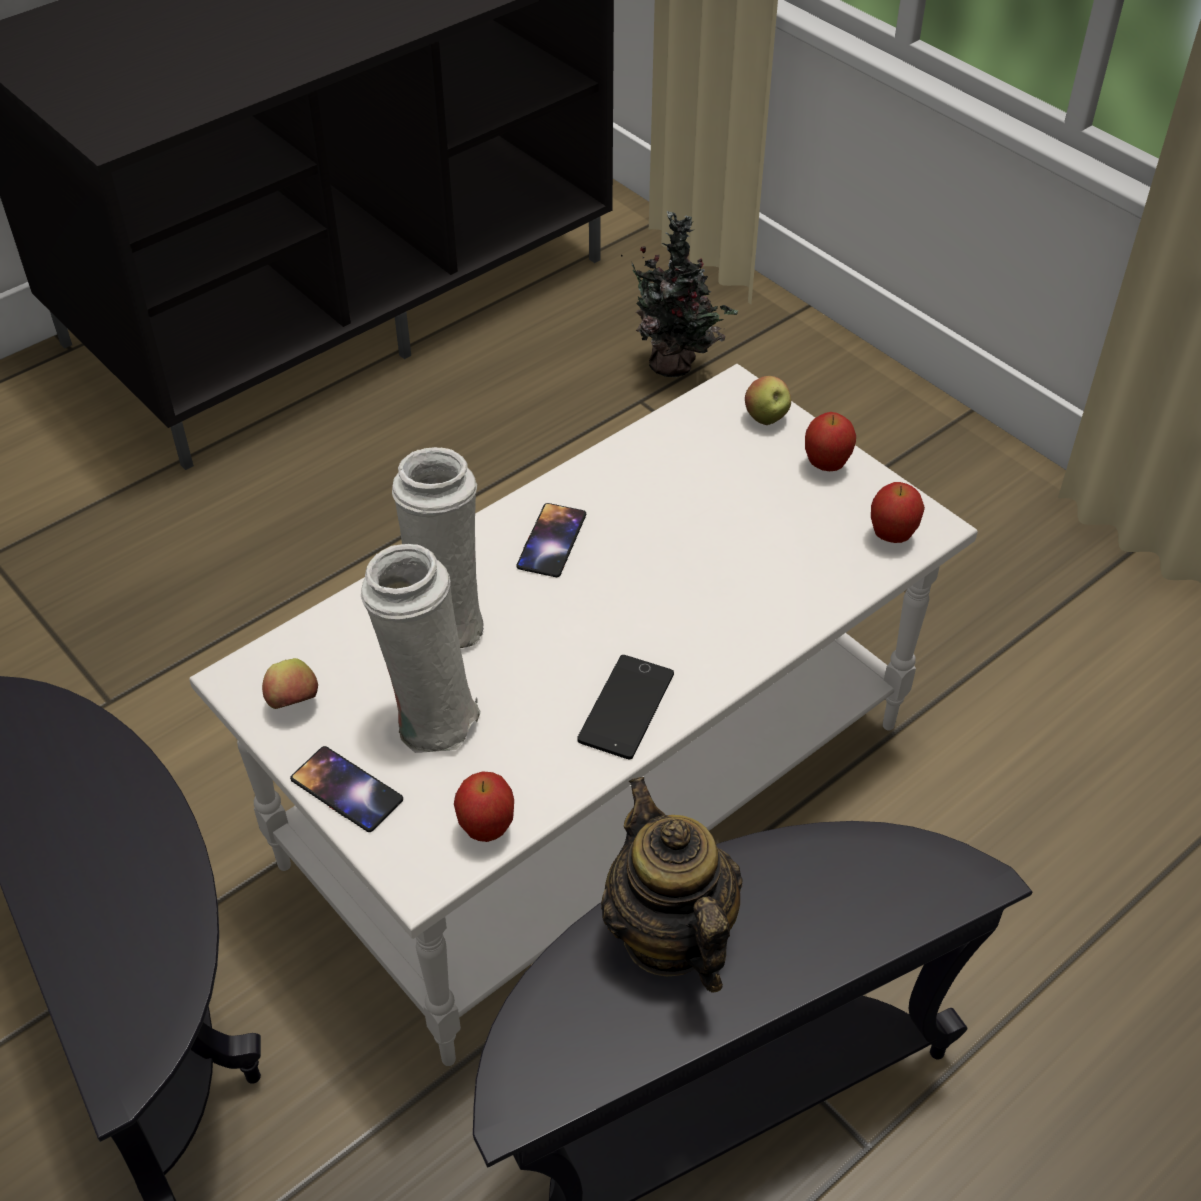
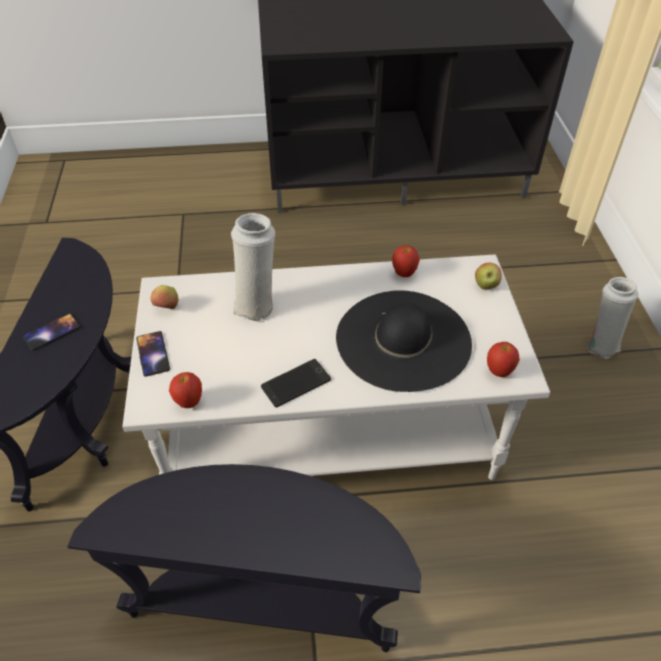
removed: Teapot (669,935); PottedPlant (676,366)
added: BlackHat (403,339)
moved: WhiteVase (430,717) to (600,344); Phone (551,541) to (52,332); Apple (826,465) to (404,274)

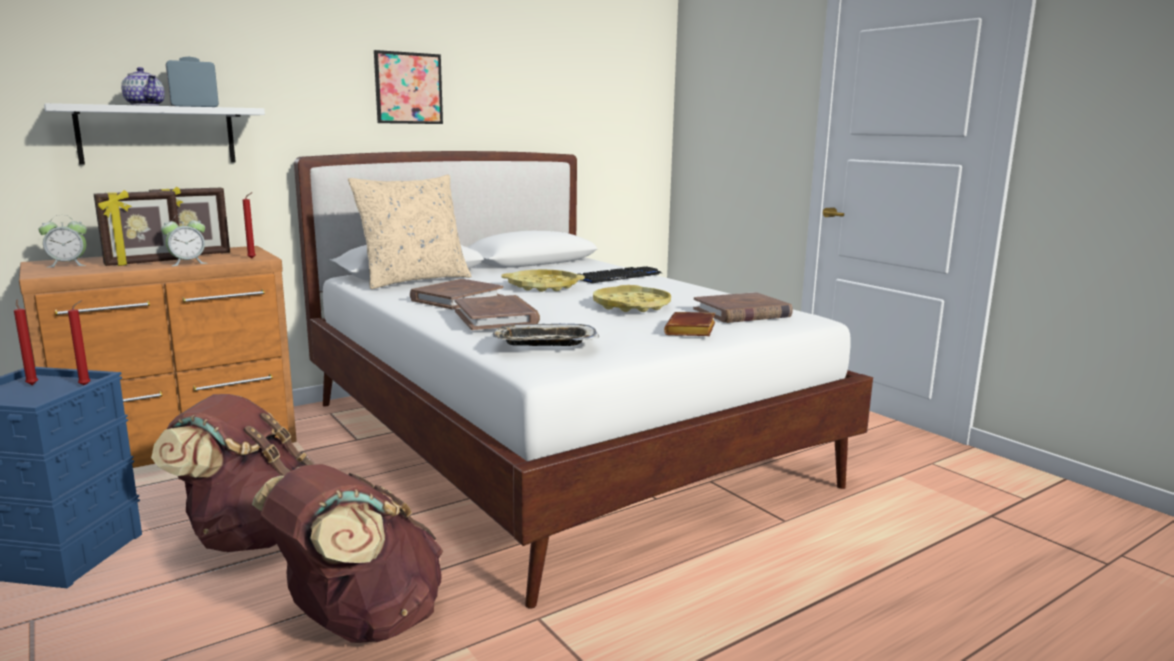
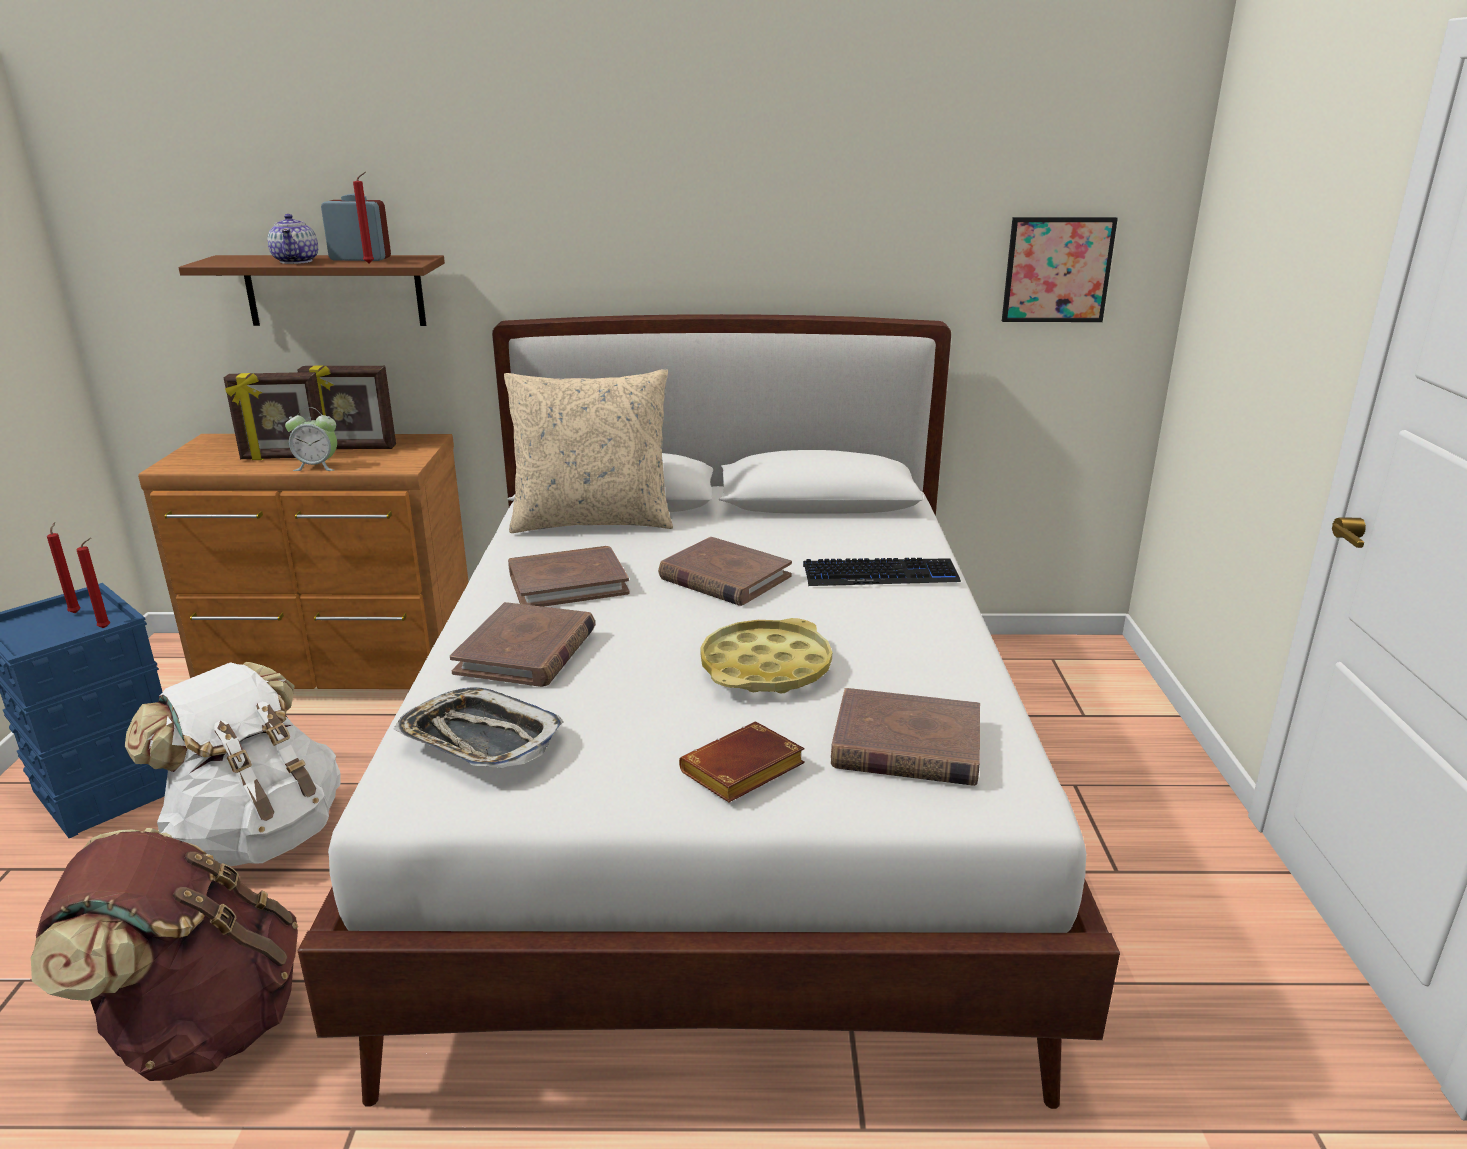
removed: AlarmClock (68,265)
moved: RedCandle (253,258) to (371,263); Picture (408,88) to (1057,270)
replaced: YellowTray (543,286) to BrownBook (724,577)
recoloured: WhiteShelf (157,135) to BrownShelf (335,290); BrownBackpack (251,536) to WhiteBackpack (258,835)

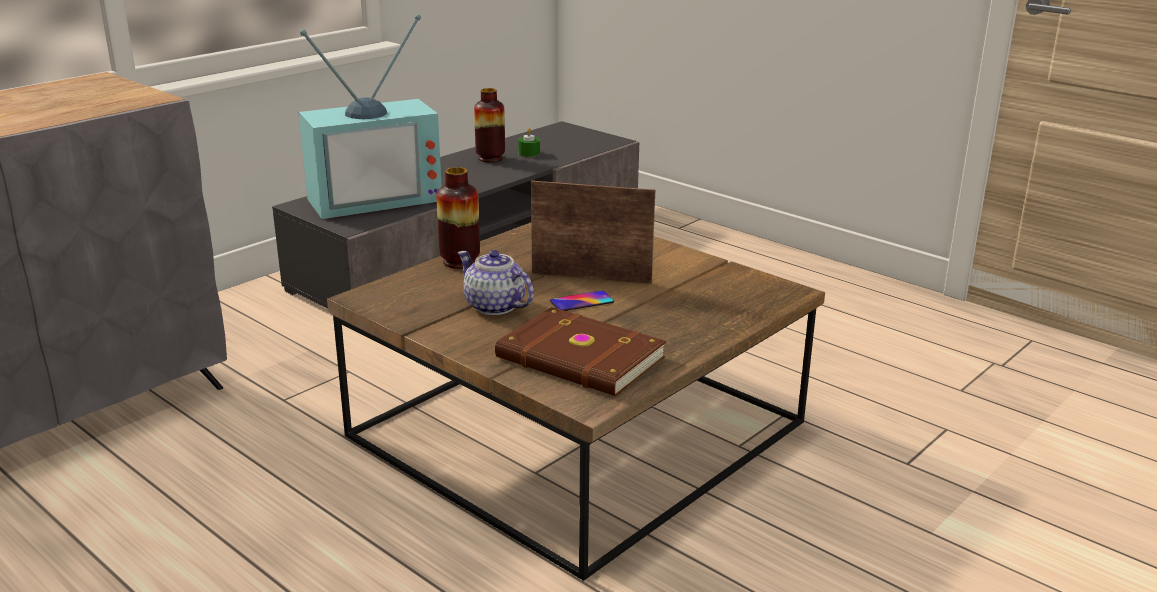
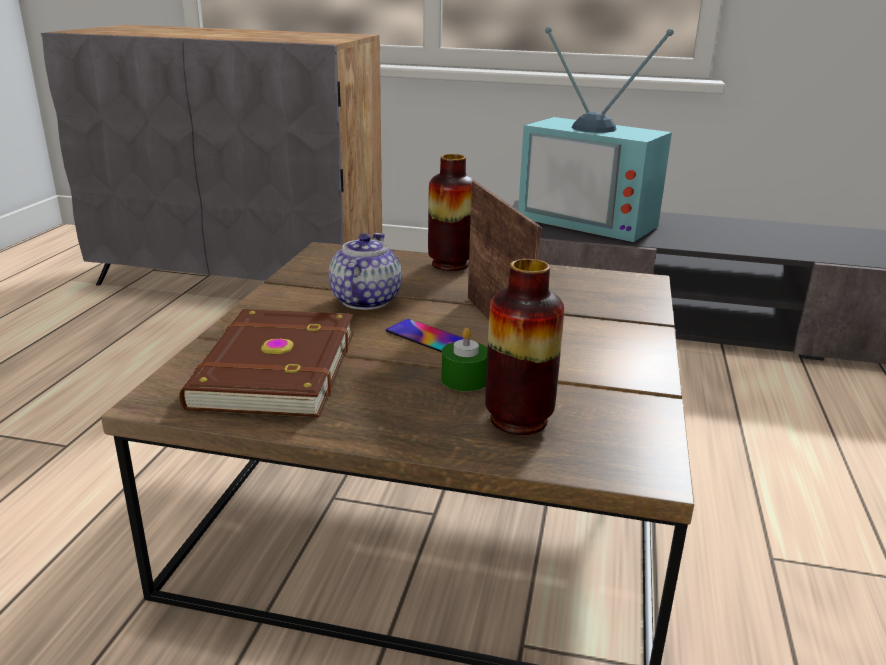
moved: Vase (490,158) to (518,420); GreenCandle (529,153) to (464,379)

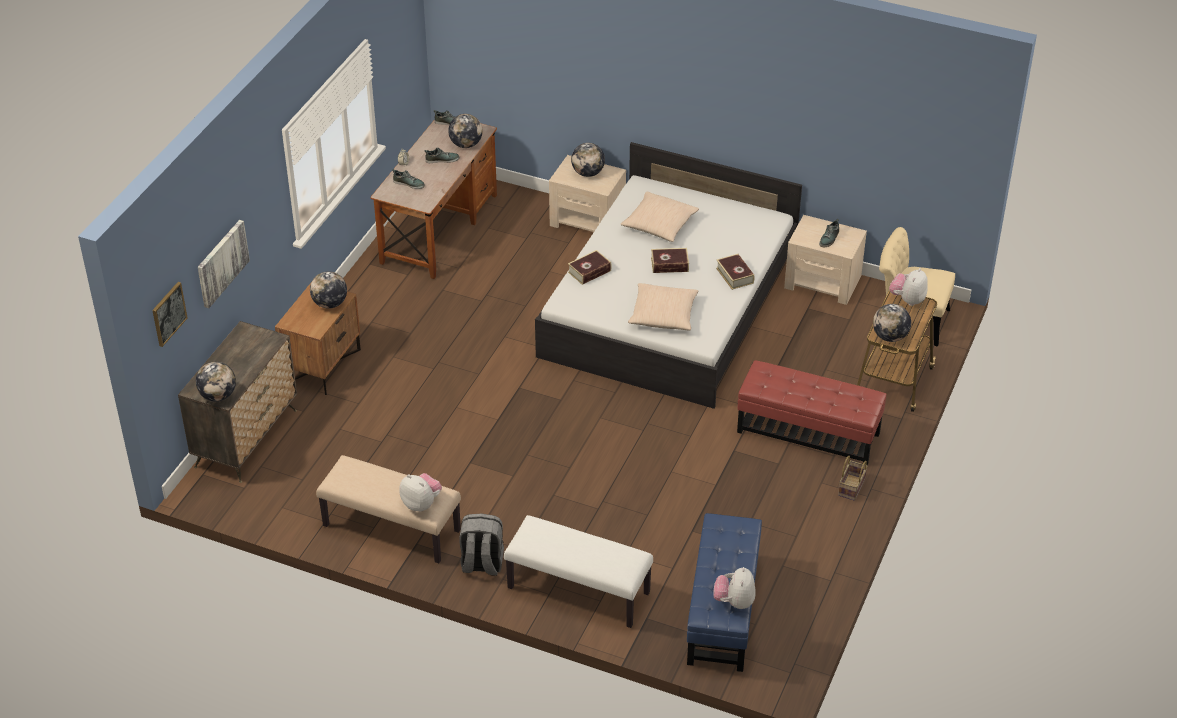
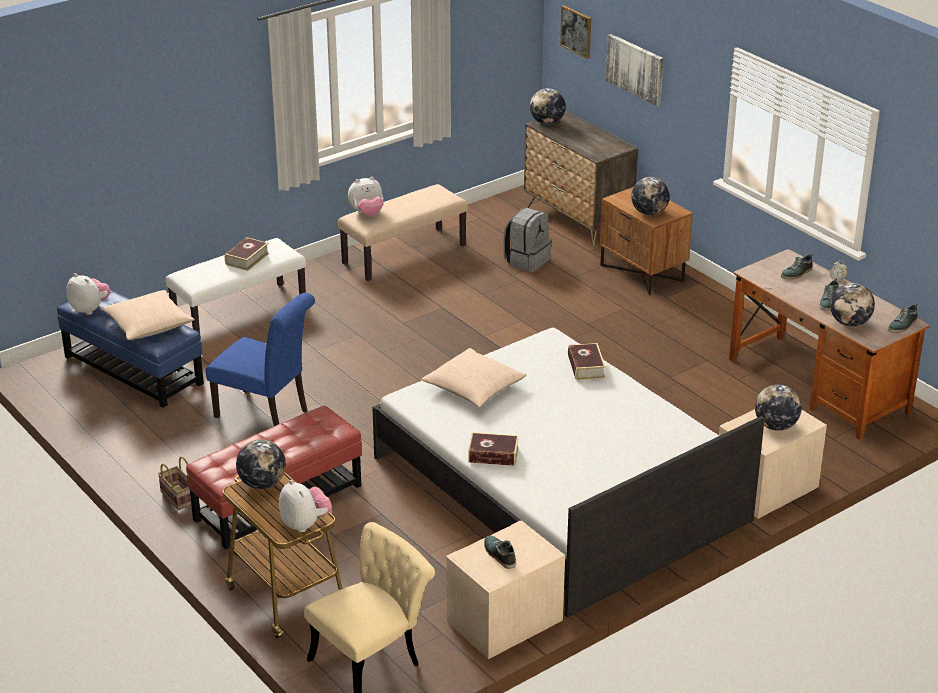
added: BlueChair (266,415)
moved: GreyBackpack (481,564) to (527,261); BeigePillow (659,224) to (148,325); Book (669,265) to (247,259)

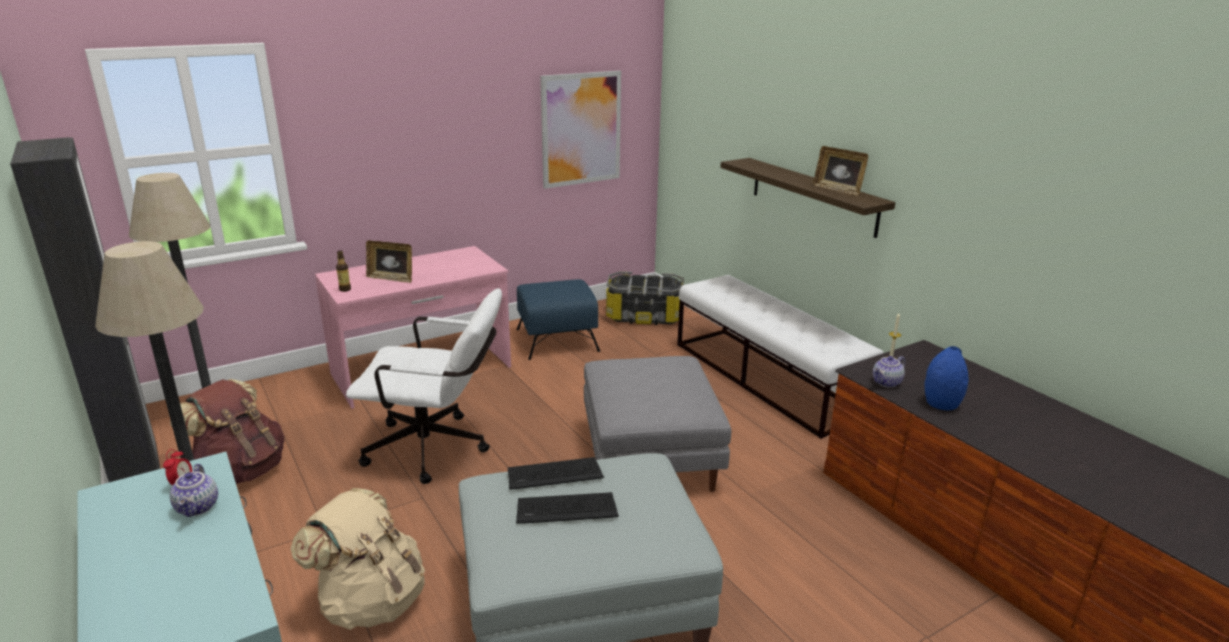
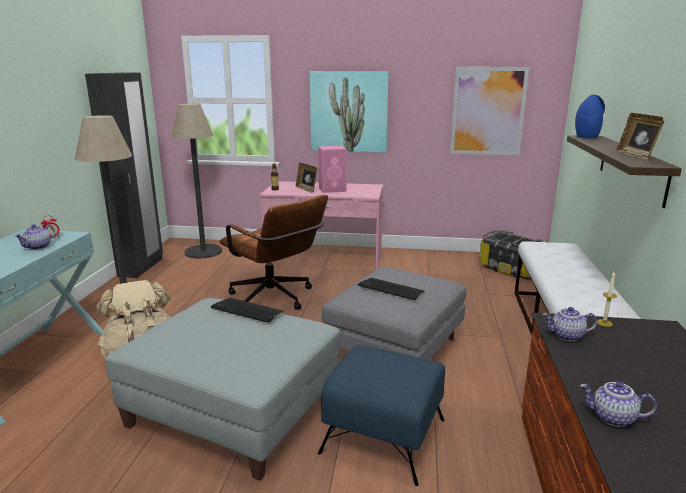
removed: BrownBackpack (241,470)
added: Picture (349,112); PinkSpeaker (333,189); Teapot (612,418)
moved: Keyboard (566,509) to (391,289); BlueOttoman (558,340) to (384,436); BlueVase (940,403) to (586,137)
recoloured: WhiteOfficeChair (437,449) to BrownOfficeChair (276,299)

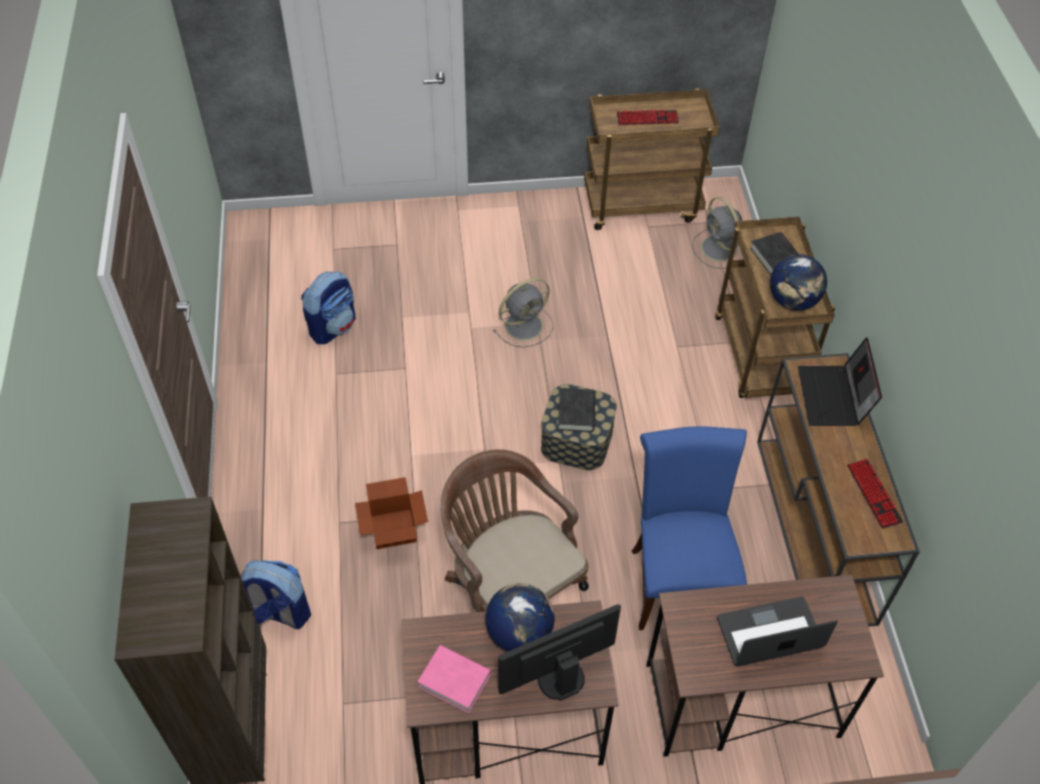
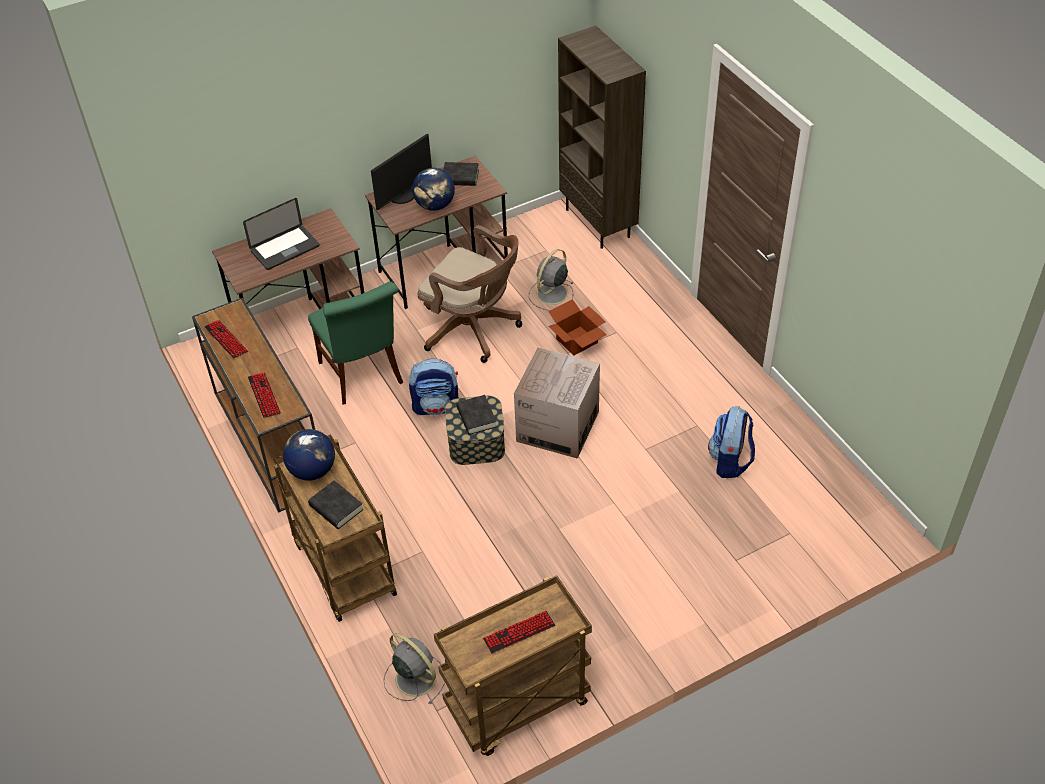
added: CardboardBox (558,426)
moved: Backpack (279,613) to (436,406); GreyFan (525,325) to (551,294)
replaced: Laptop (834,398) to Keyboard (264,396)
recoloured: PinkBook (454,681) to BlackBook (460,177); BlueChair (678,580) to GreenChair (363,375)

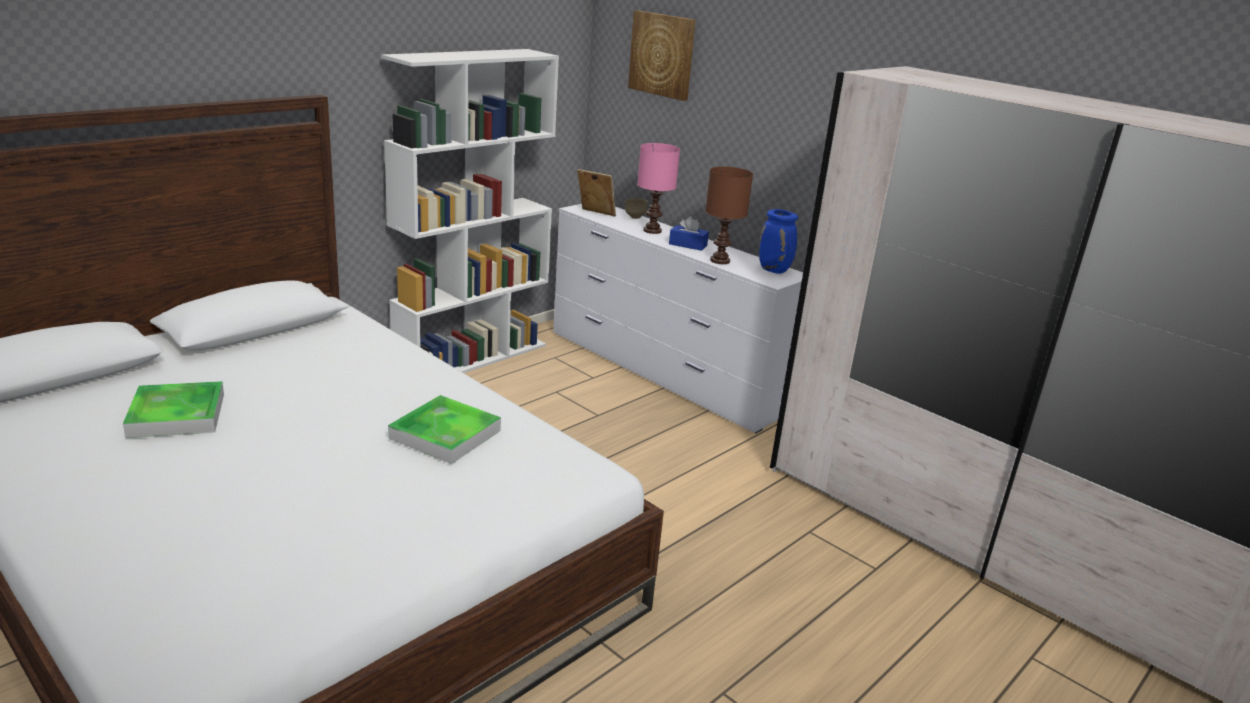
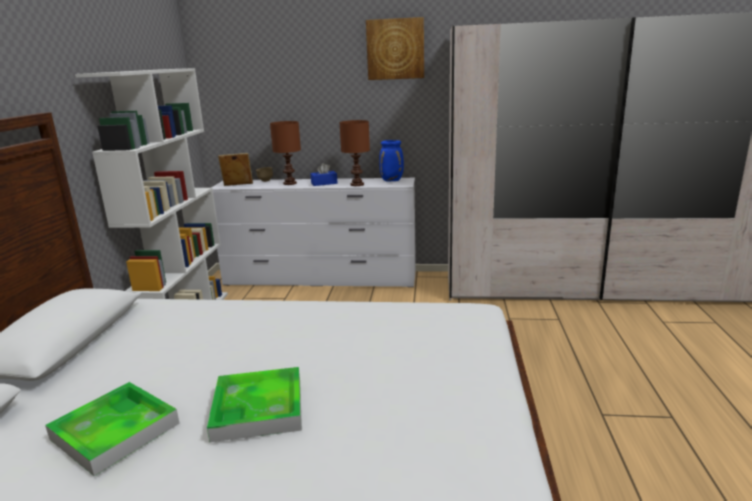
moved: Tray (445,434) to (258,408); Picture (662,55) to (395,49)
recoloured: PinkTableLamp (651,230) to BrownTableLamp (289,183)

